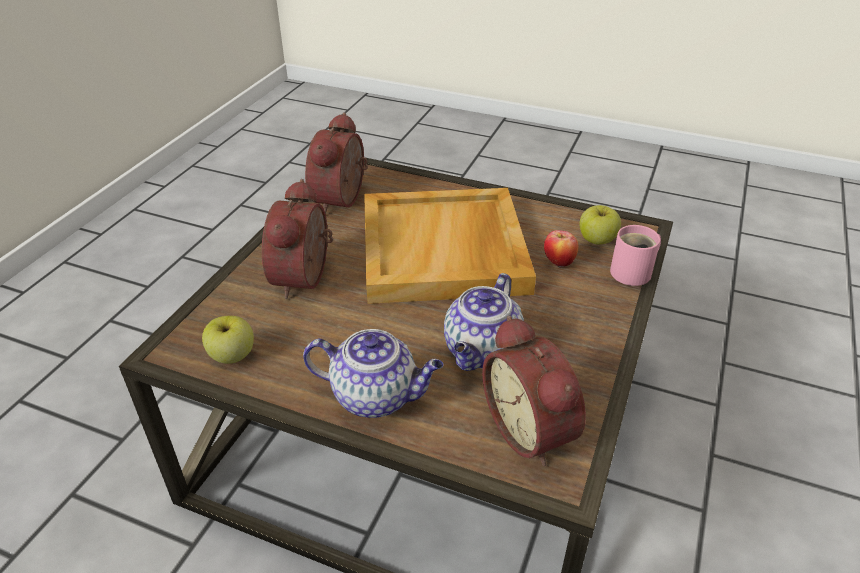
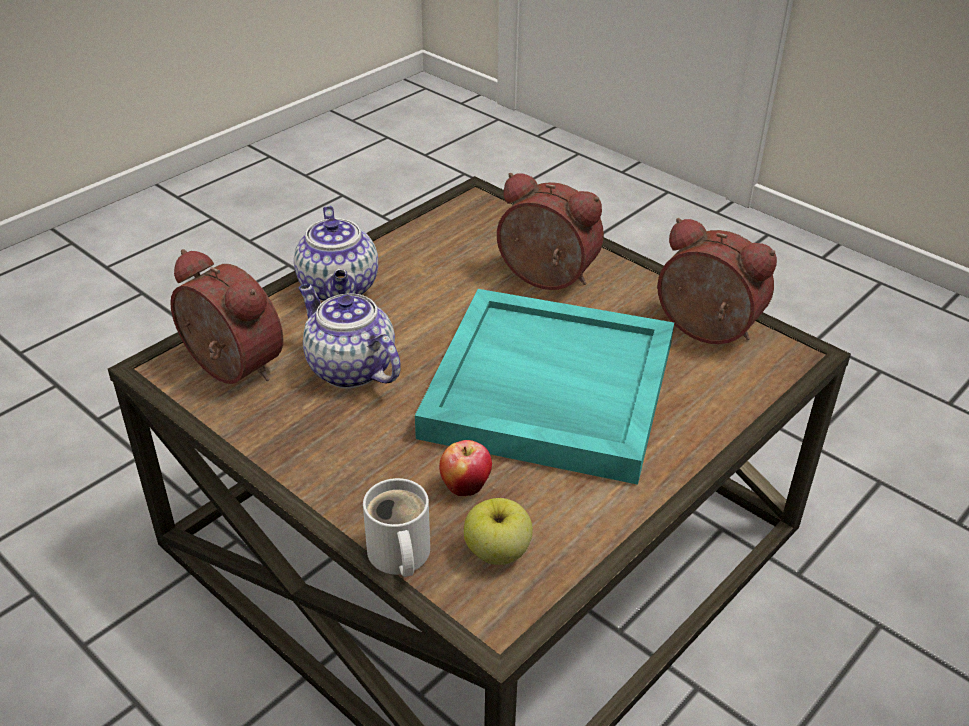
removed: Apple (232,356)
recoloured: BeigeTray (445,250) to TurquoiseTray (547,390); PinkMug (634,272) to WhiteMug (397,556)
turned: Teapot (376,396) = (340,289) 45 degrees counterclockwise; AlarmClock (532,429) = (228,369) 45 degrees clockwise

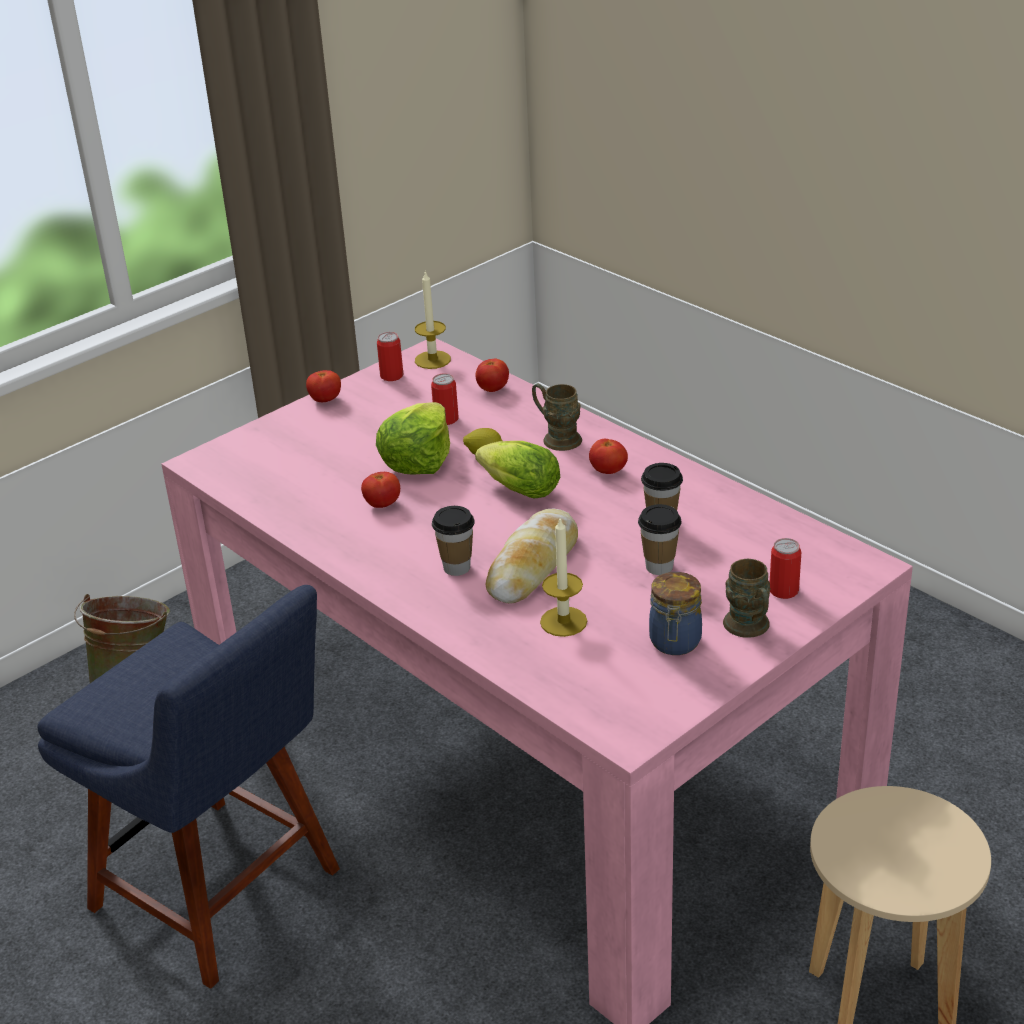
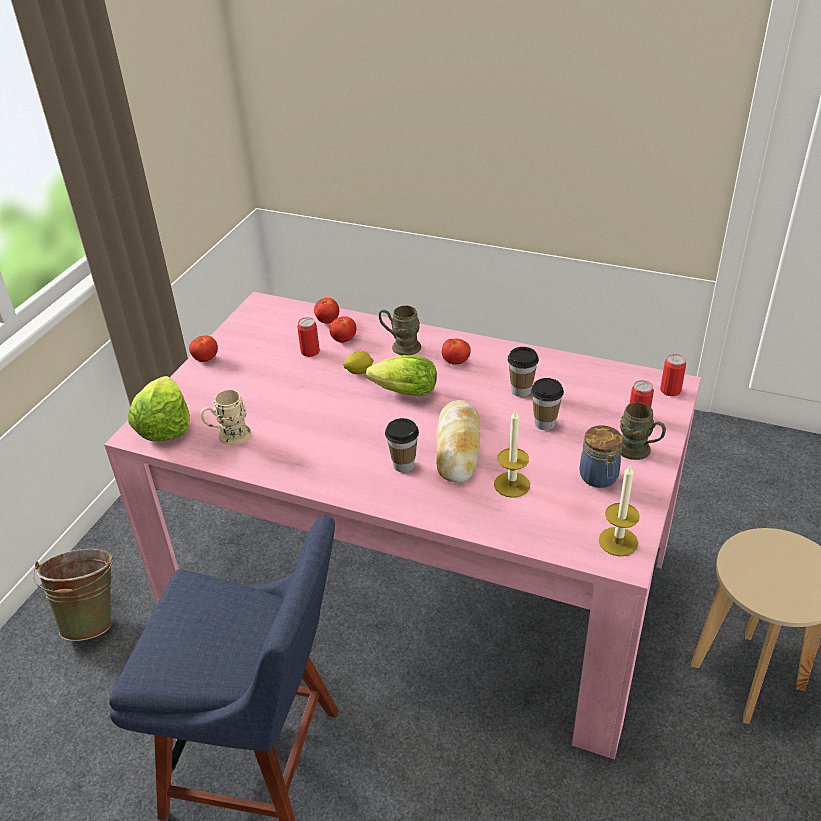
added: BeigeMug (229,437)
moved: Tomato (382,504) to (344,340); Lettuce (418,460) to (164,426); Can (391,376) to (670,390); Candle (432,360) to (618,541)

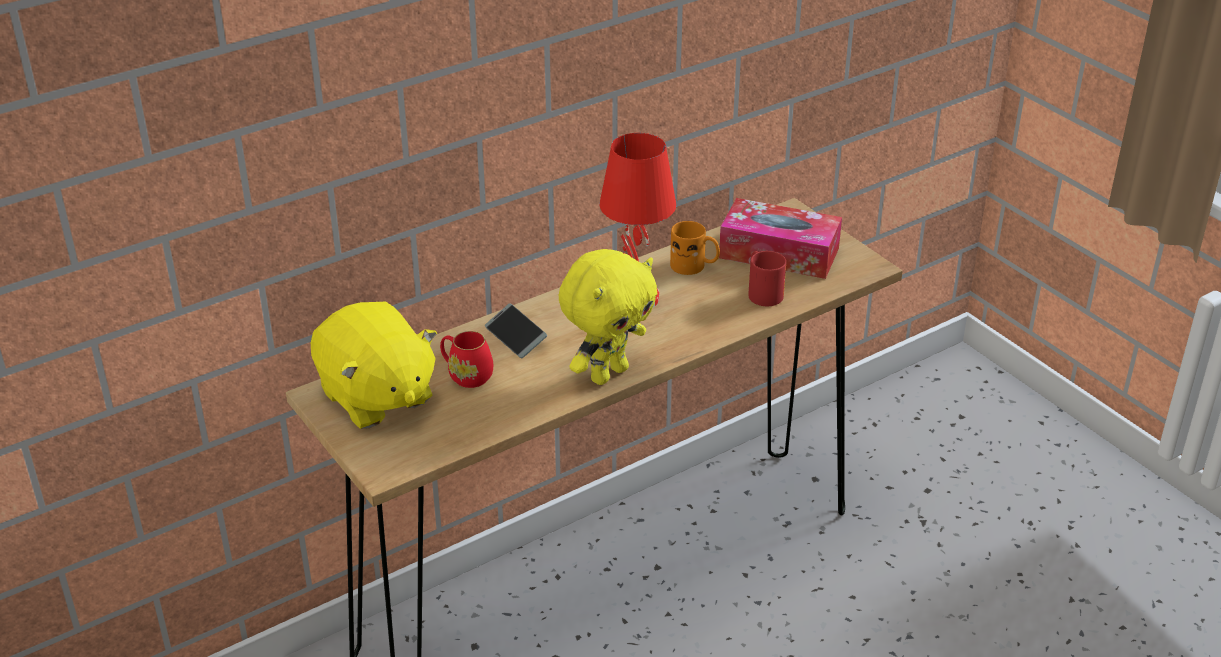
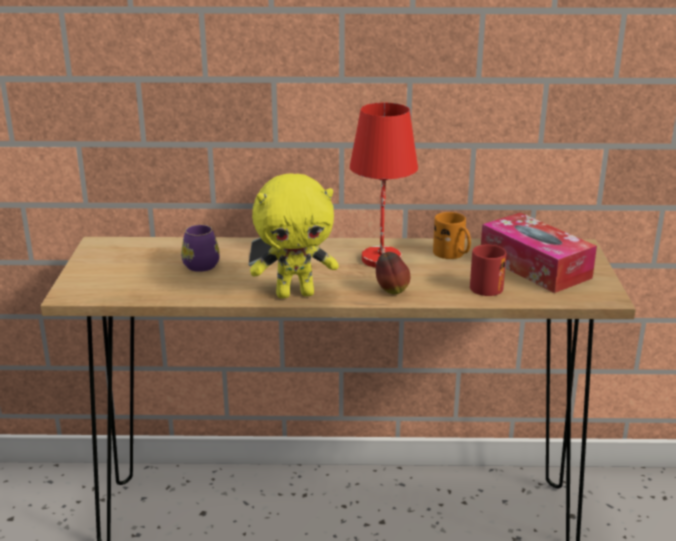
removed: YellowPlushToy (376,397)
added: Apple (391,291)
recoloured: RedMug (466,375) to PurpleMug (199,263)

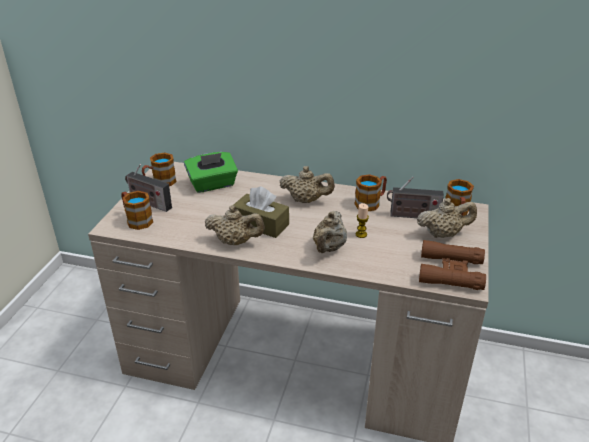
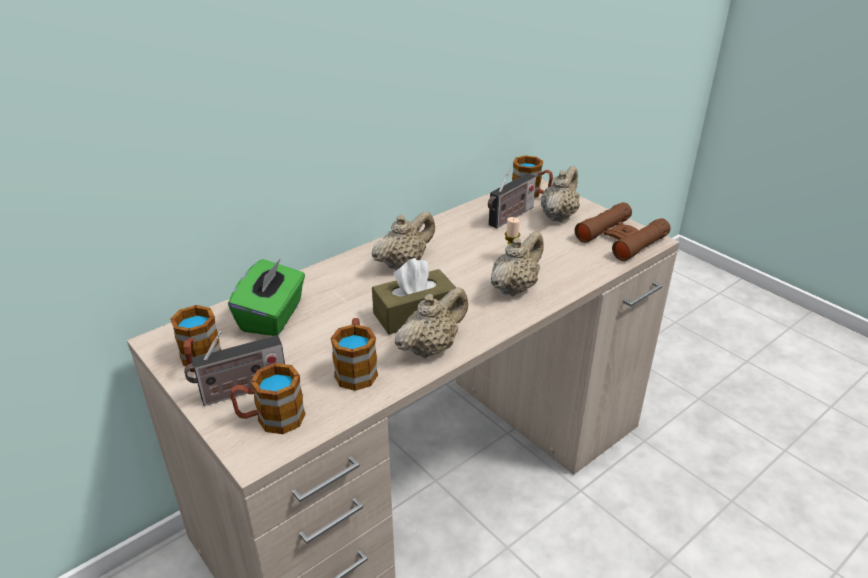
moved: Mug (371,202) to (356,369)
turned: BeigeTeapot (329,248) = (515,288) 105 degrees counterclockwise

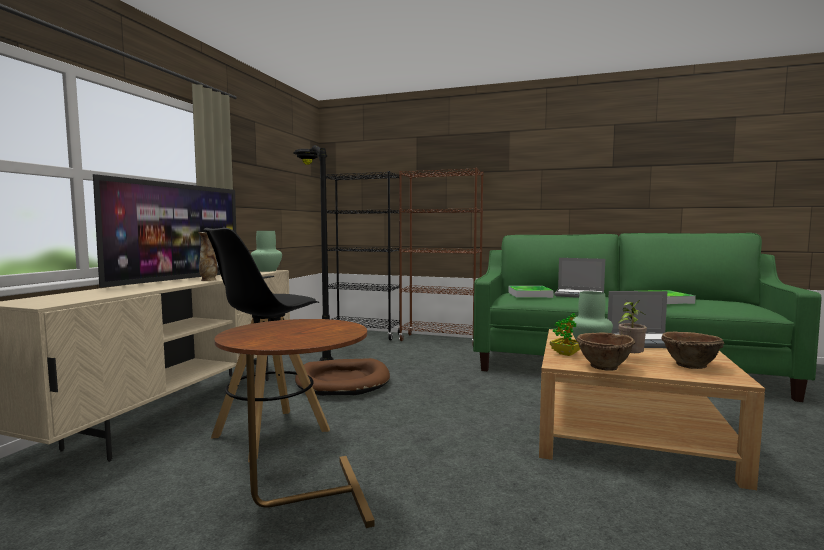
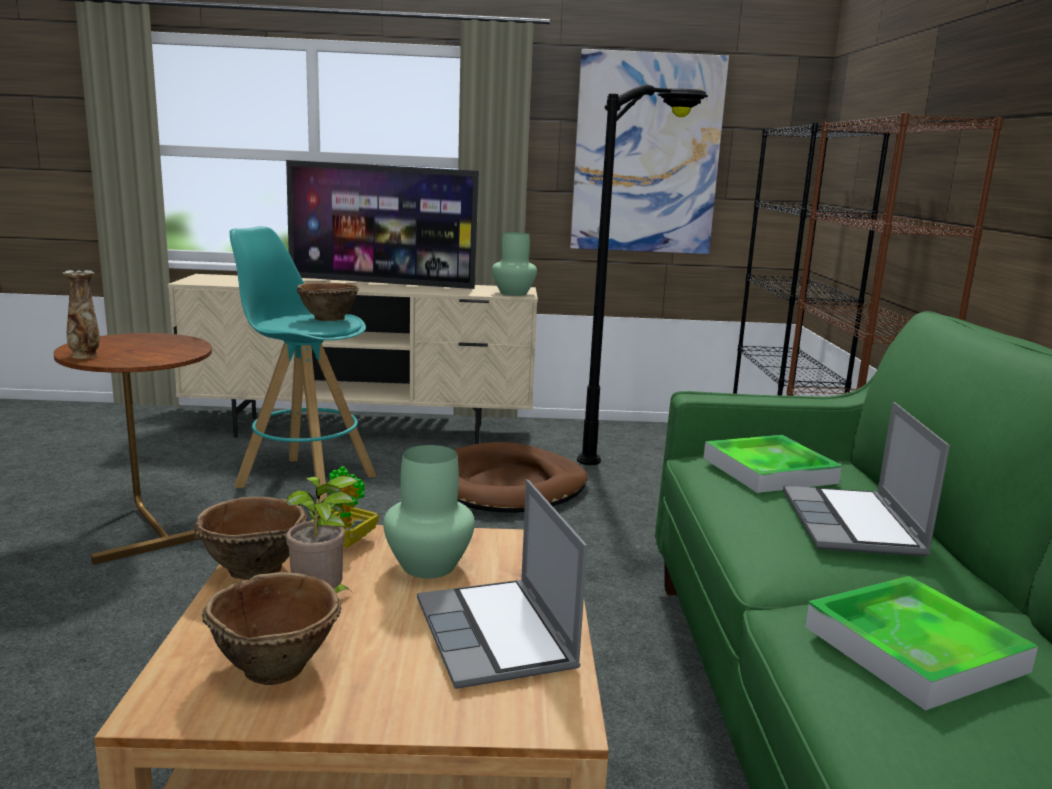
added: BrownBowl (328,318); Picture (646,154)
moved: Vase (208,280) to (85,356)
recoloured: BlackStool (269,434) to TurquoiseStool (305,480)

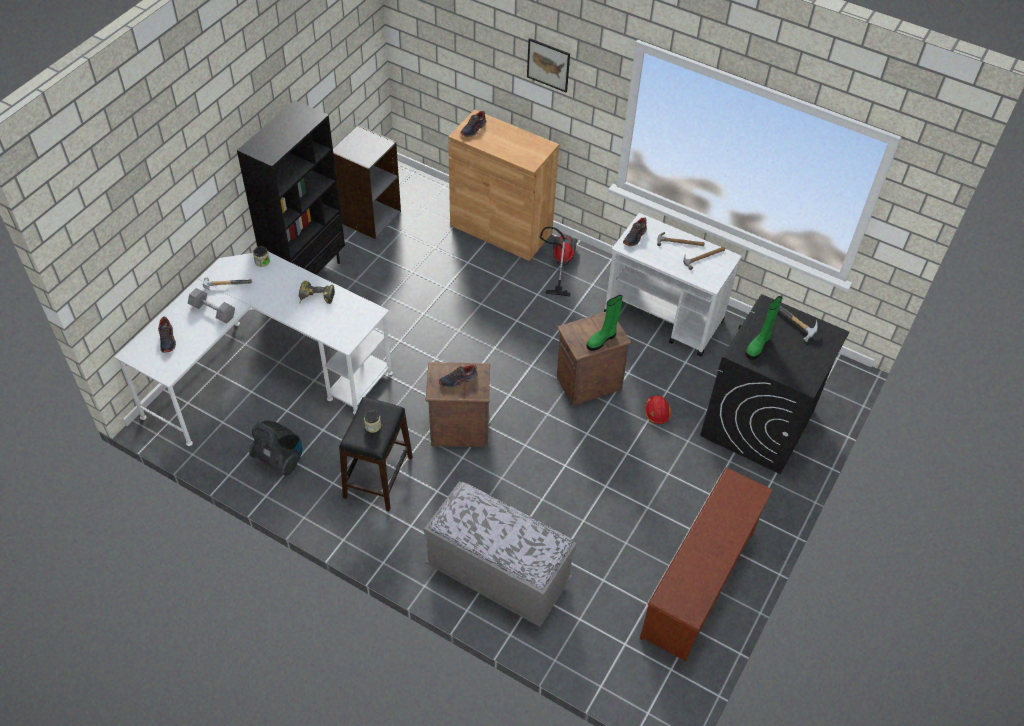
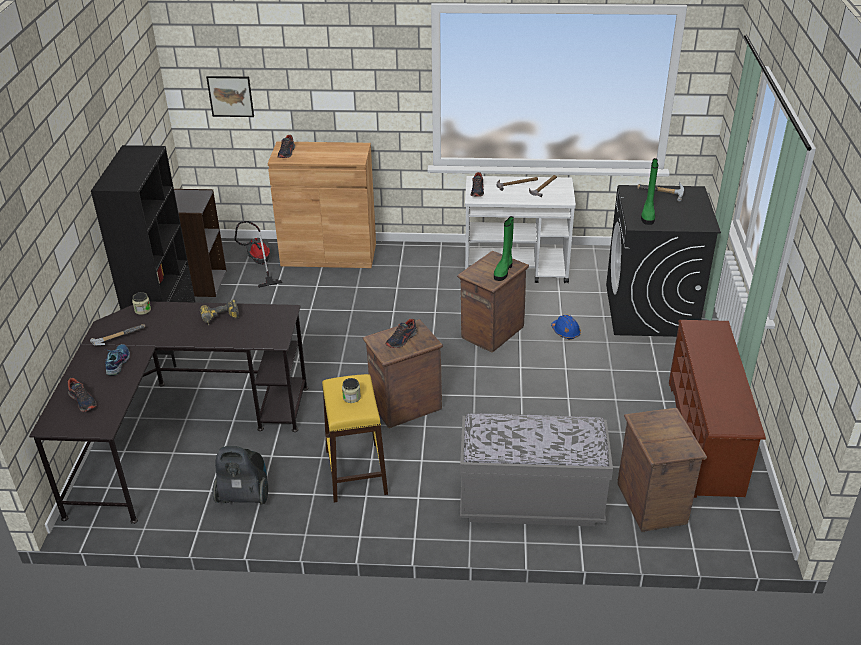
added: Crate (651,503)
moved: Picture (548,65) to (230,96); VacuumCleaner (559,264) to (259,264)
replaced: GreyDumbbell (212,311) to Shoe (117,363)
recoloured: WhiteDesk (265,373) to BlackDesk (177,432); BlackStool (378,477) to YellowStool (356,471); RedHardHat (657,412) to BlueHardHat (565,332)

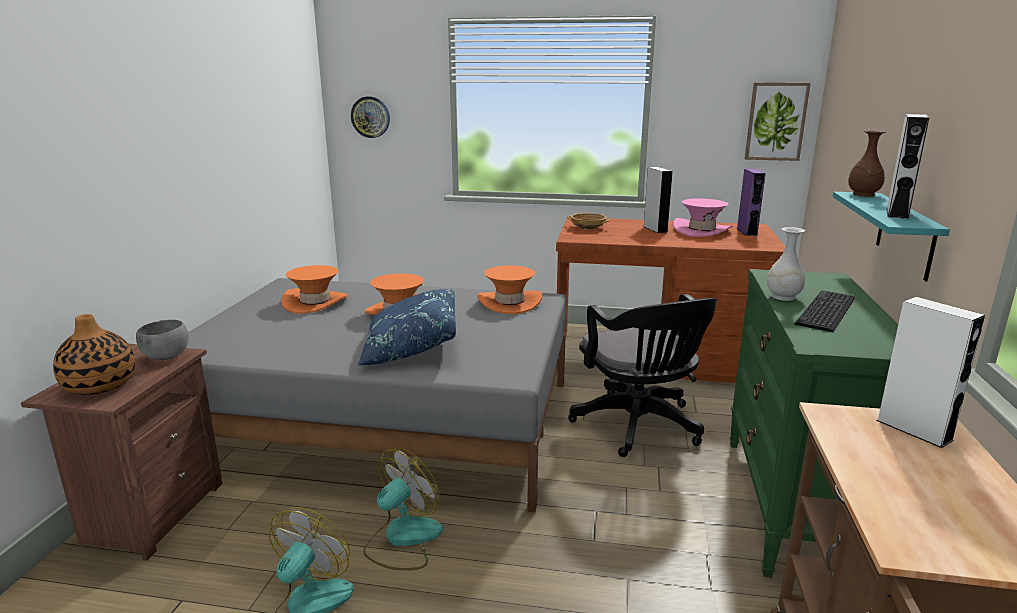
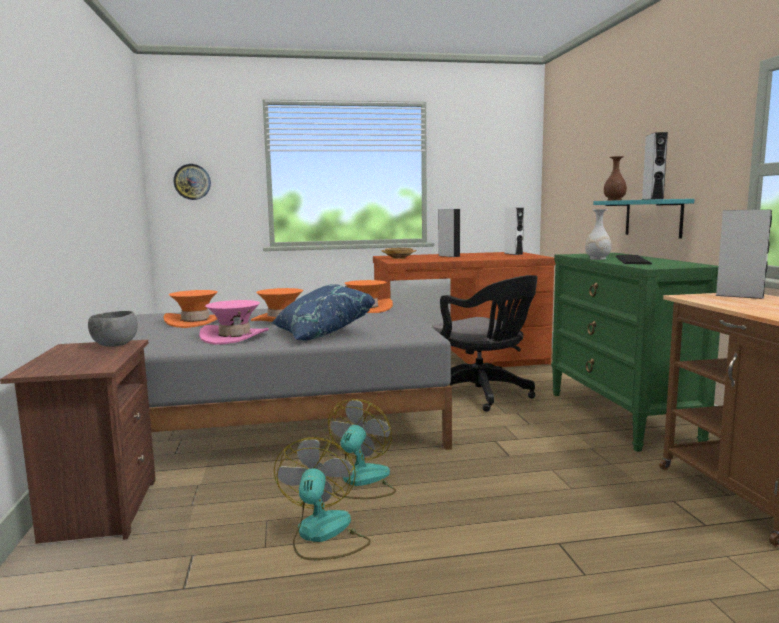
removed: Vase (100,385); Picture (776,121)
moved: PinkHat (701,230) to (234,337)
recoloured: PurpleSpeaker (747,232) to WhiteSpeaker (513,254)

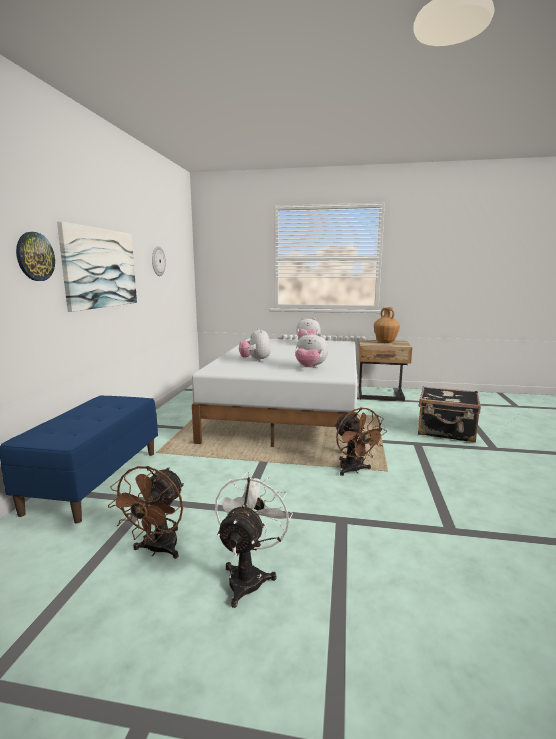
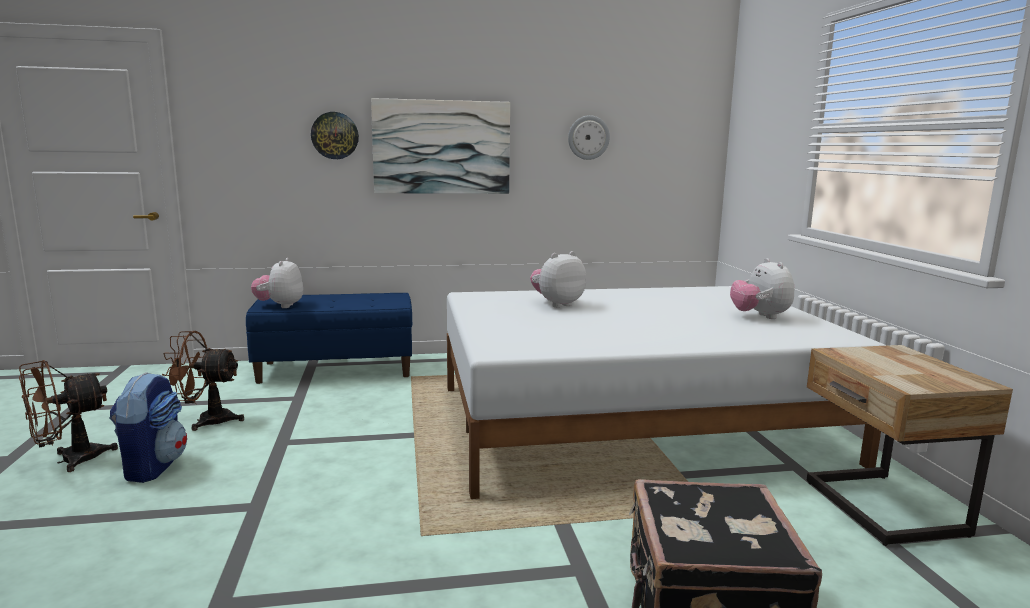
removed: BrownVase (385,342)
moved: PlushToy (310,368) to (280,306); BrownFan (354,470) to (70,460)
replaced: WhiteFan (249,576) to Backpack (153,466)

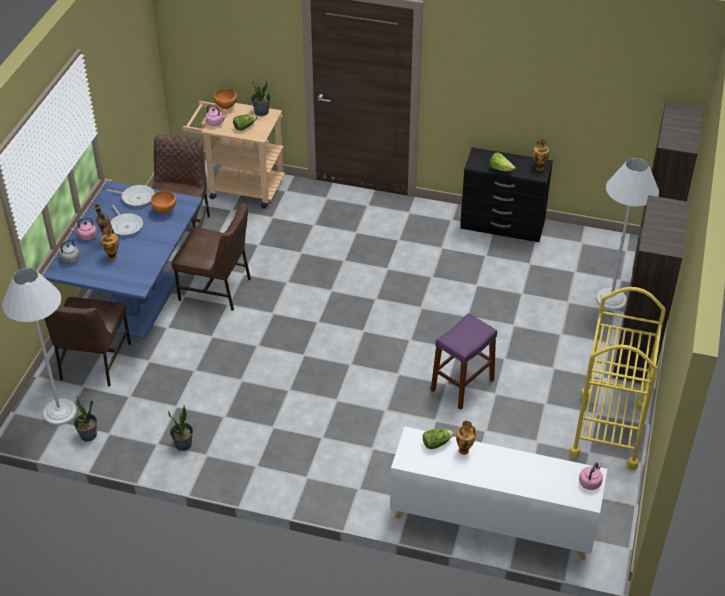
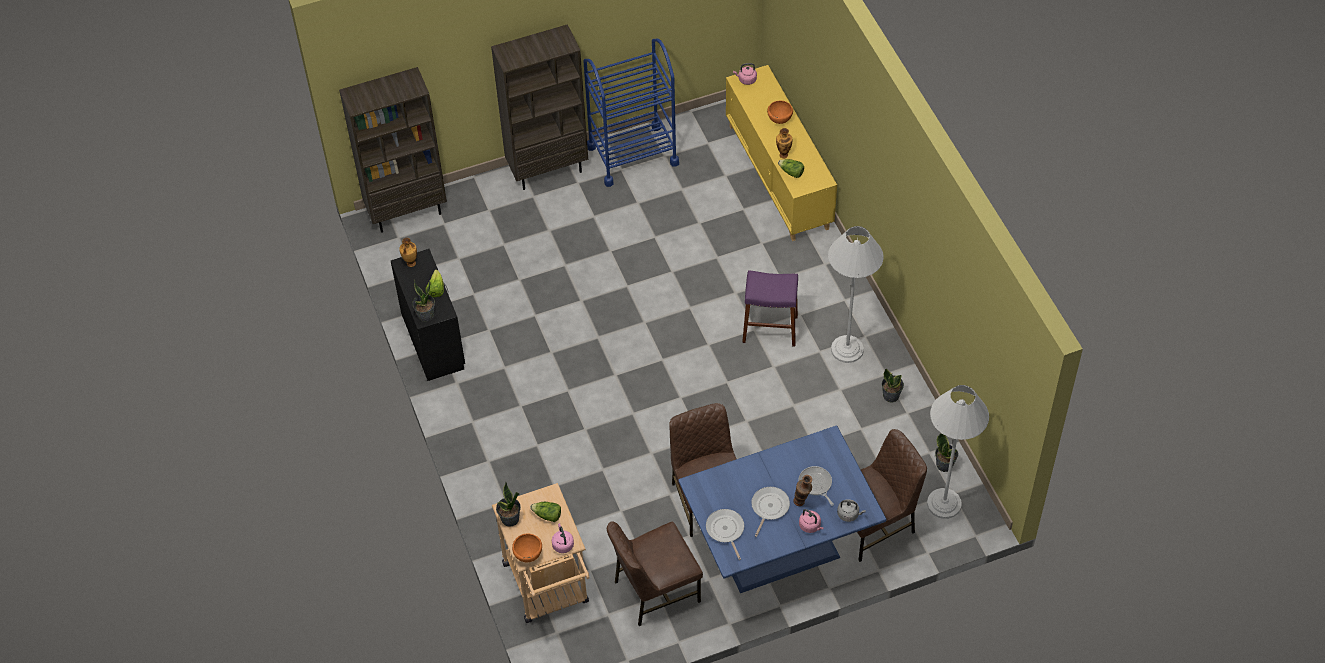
added: PottedPlant (426,315)
moved: OrangeBowl (164,211) to (779,121); PurpleStool (462,385) to (770,329); WhiteFloorLamp (611,299) to (847,349)
replaced: Vase (112,257) to FryingPan (816,484)
recoloured: WhiteCabinet (492,520) to YellowCabinet (778,177); YellowCart (608,430) to BlueCart (632,155)

